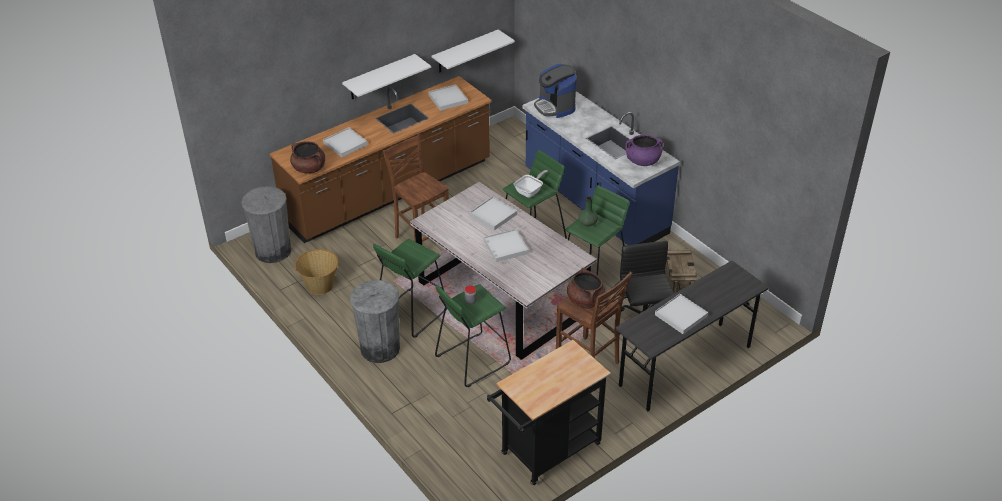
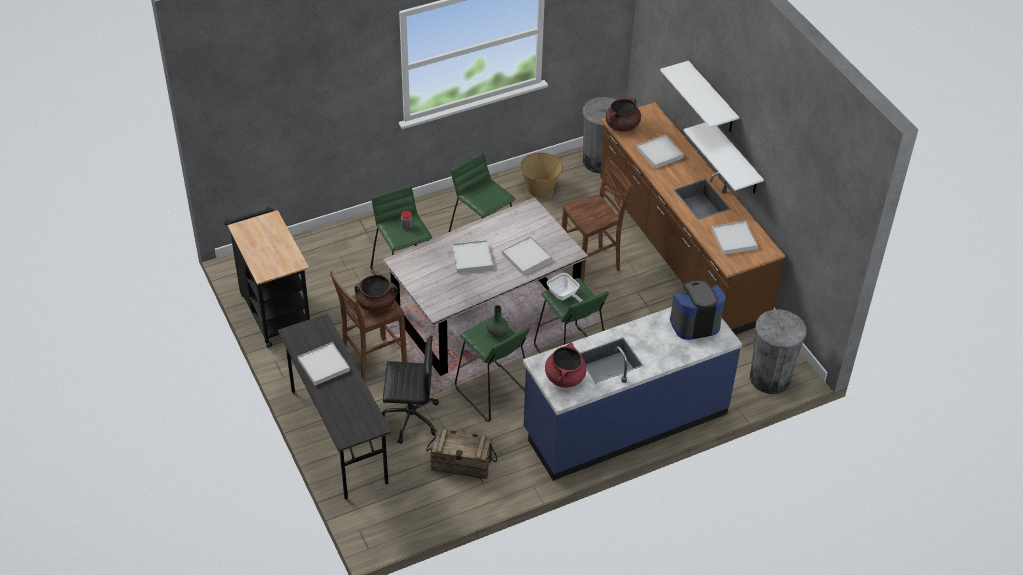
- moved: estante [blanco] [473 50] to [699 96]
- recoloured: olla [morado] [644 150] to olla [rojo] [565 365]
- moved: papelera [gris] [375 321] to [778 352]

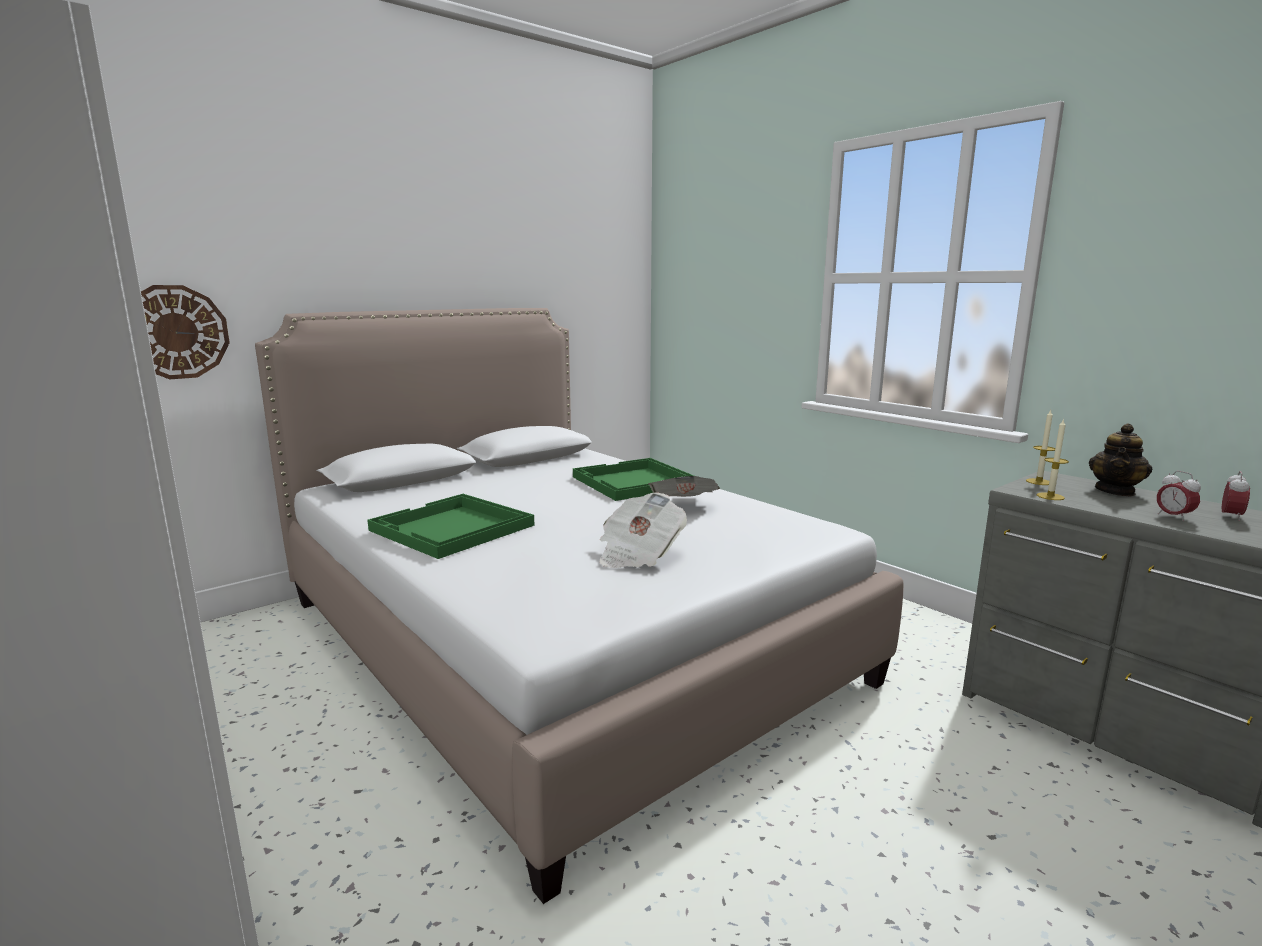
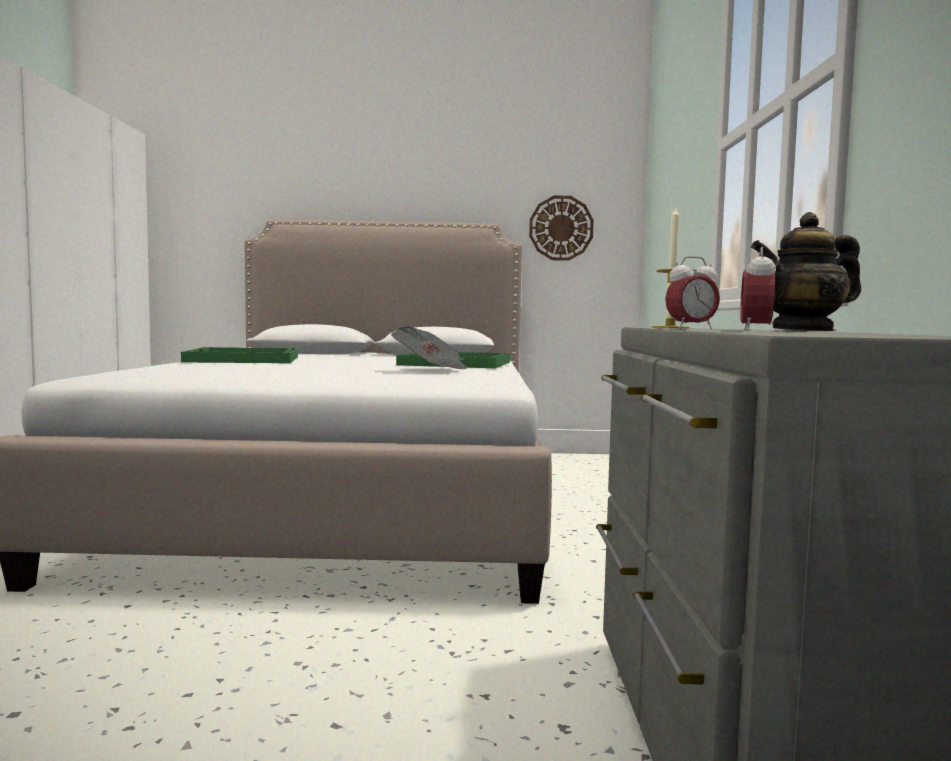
- moved: reloj de pared [185 332] to [561 228]
- removed: vela [1040 447]
- moved: despertador [1236 496] to [692 292]
- removed: periódico [643 530]

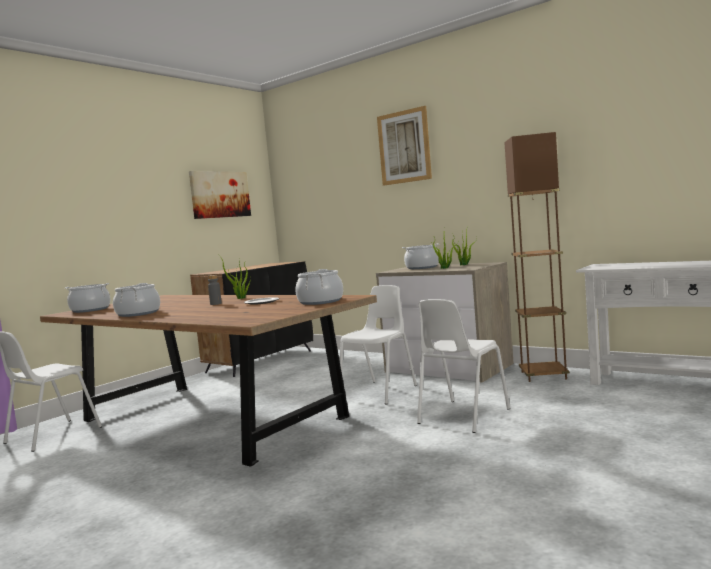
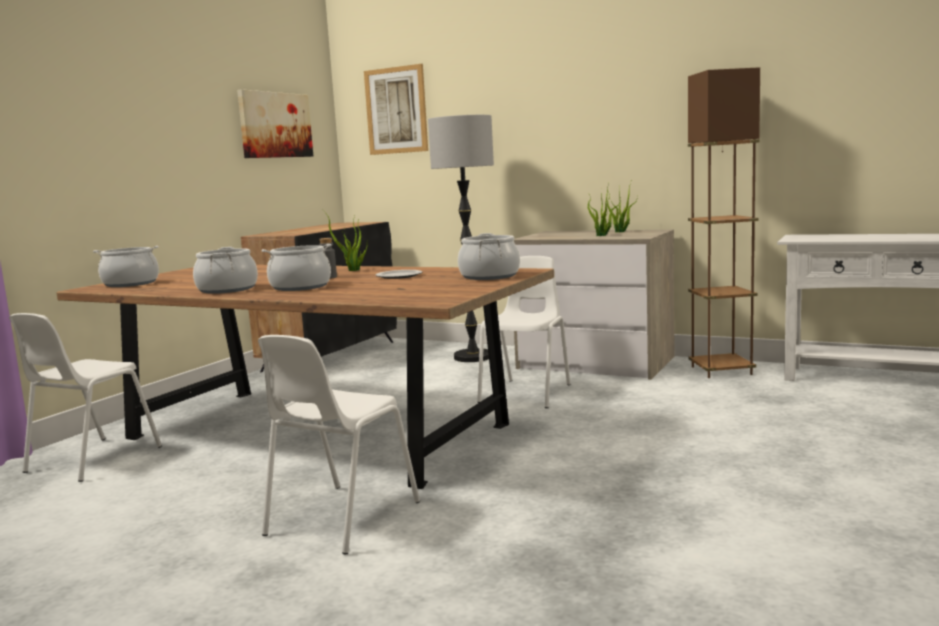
- moved: cuadro [404 146] to [396 109]
- moved: olla [420 256] to [296 267]
- moved: silla [blanco] [463 366] to [339 444]
- added: lámpara de pie [461 238]

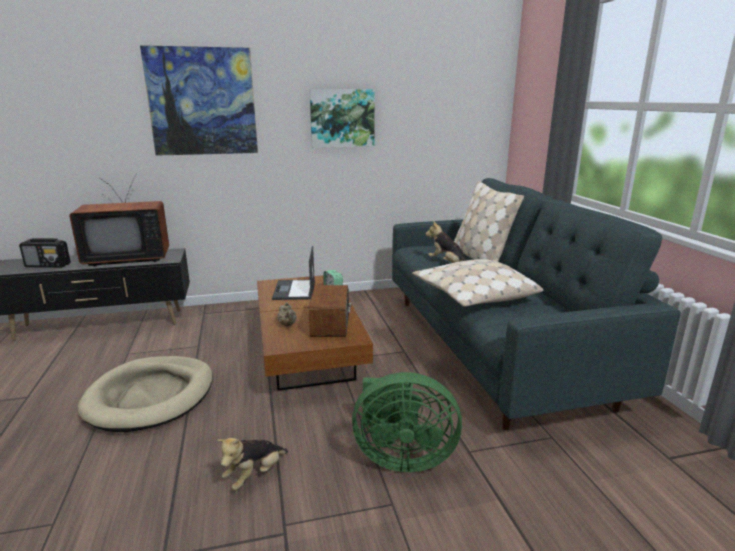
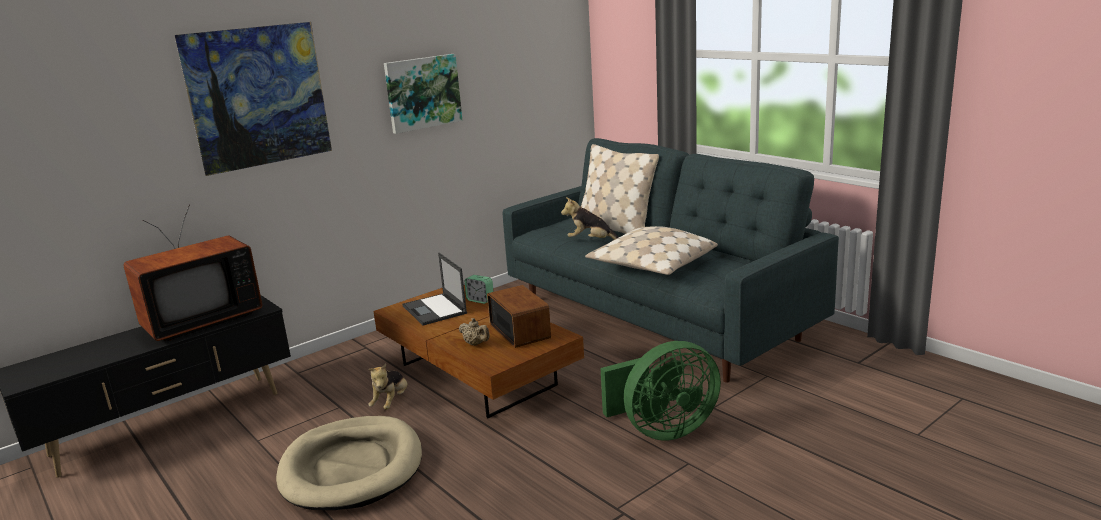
- removed: radio [45 253]
- moved: peluche [252 464] to [388 386]

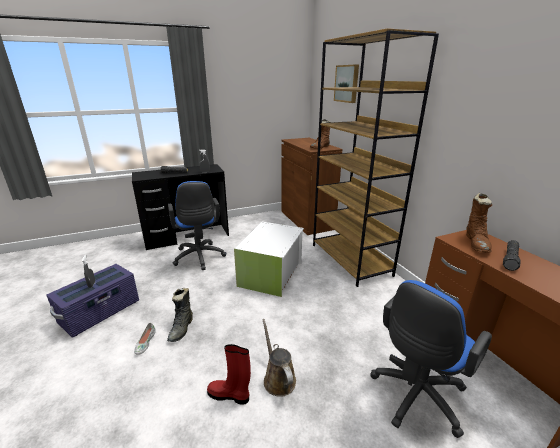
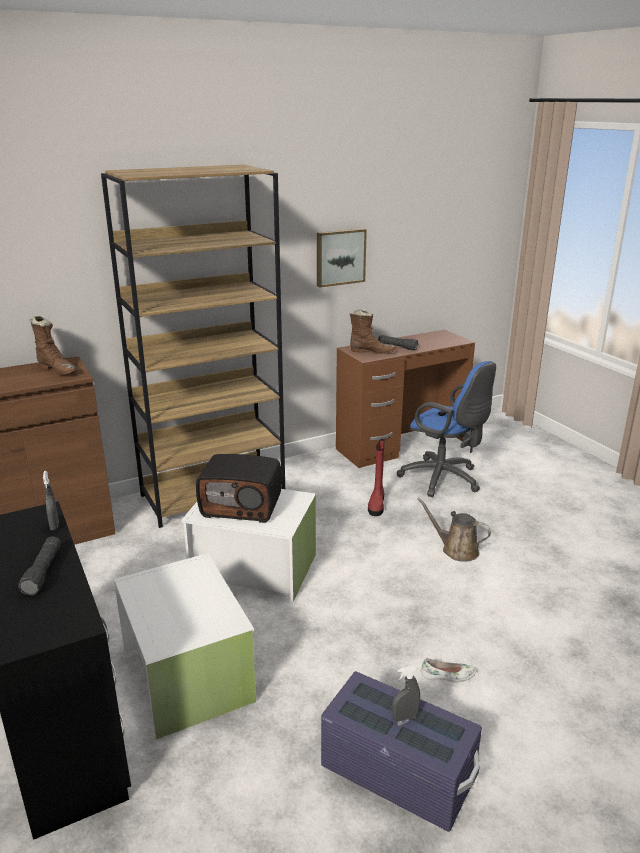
- moved: cuadro [346 83] to [342 257]
- replaced: silla de oficina [azul] [197 225] to caja de almacenaje [blanco] [185 646]
- removed: bota [negro] [180 315]
- turned: regadera [marrón] [279 358] = [454 530] 60 degrees clockwise
- moved: bota [rojo] [229 374] to [376 478]
- added: radio [239 488]

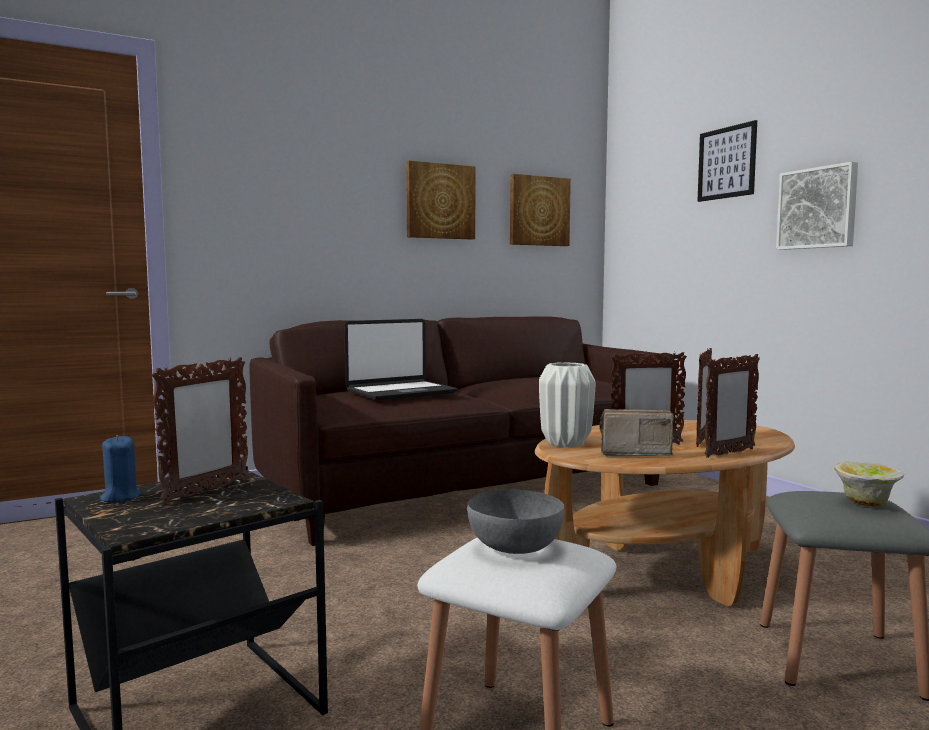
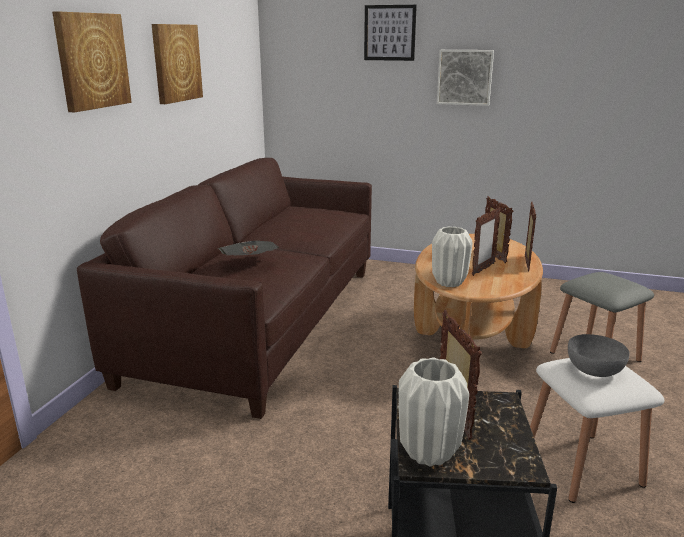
- moved: cuadro [540 210] to [92 62]
- replaced: portátil [401 360] to periódico [248 248]
- removed: radio [636 432]
- replaced: vela [azul] [120 468] to florero [blanco] [434 411]
- removed: cuenco [869 483]

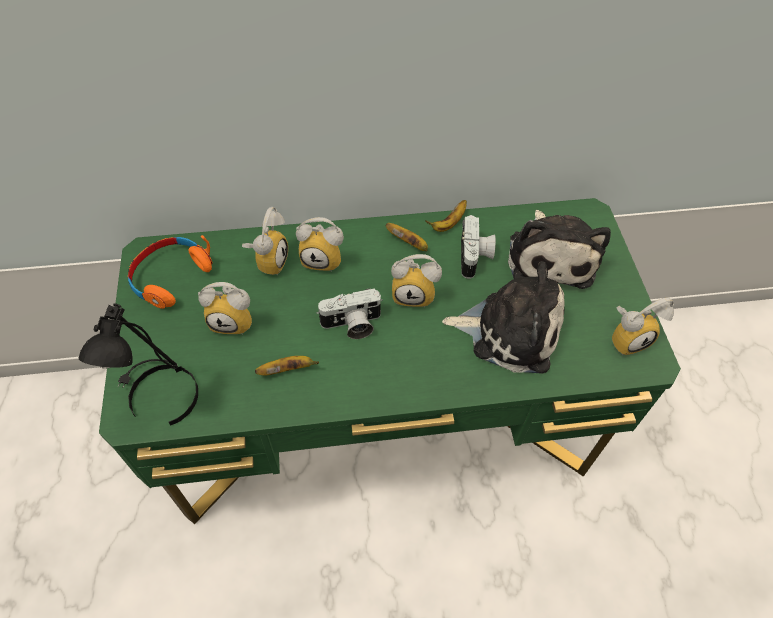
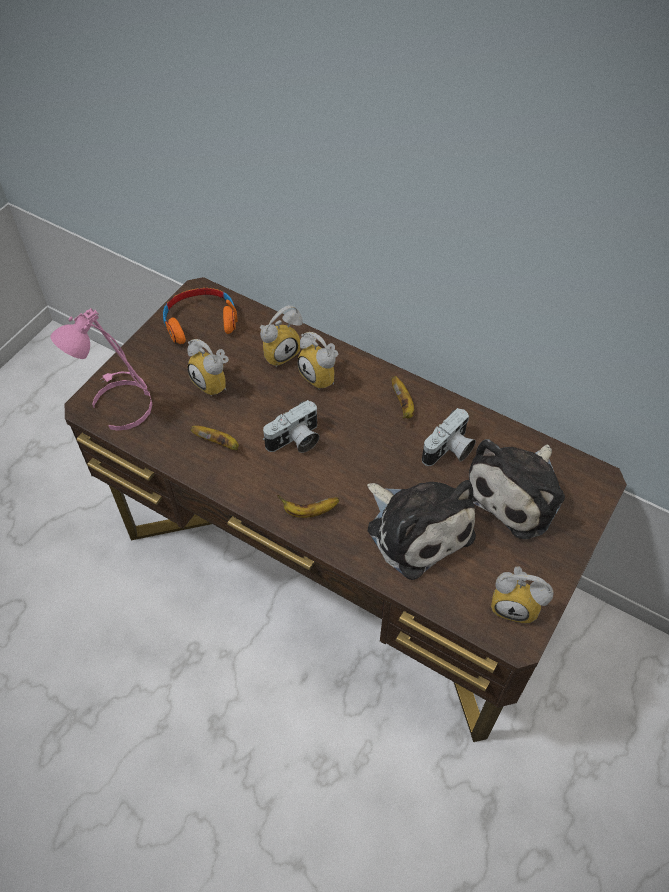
- recoloured: escritorio [verde] [390 361] to escritorio [marrón] [346 509]
- moved: plátano [446 216] to [308 506]
- removed: despertador [416 281]
- turned: cámara [350 313] = [291 426] 60 degrees counterclockwise
- recoloured: lámpara de mesa [negro] [138 365] to lámpara de mesa [rosa] [101 369]

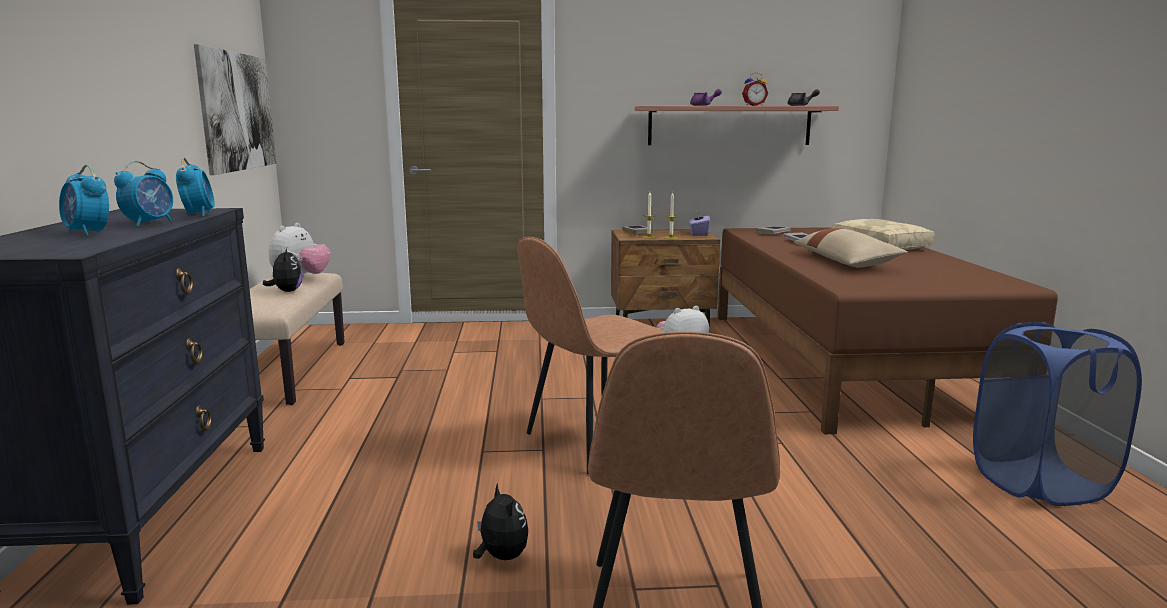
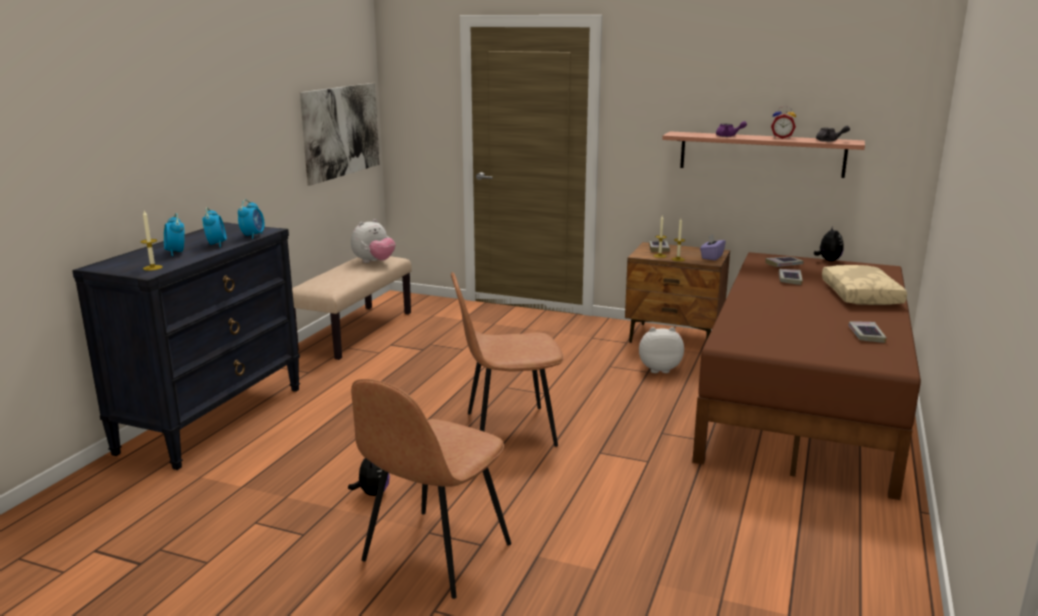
- turned: despertador [143 194] = [214 227] 60 degrees counterclockwise
- removed: cojín [beis] [851 248]
- moved: peluche [283 270] to [829 243]
- removed: cesto de la ropa [azul] [1057 414]
- added: vela [151 241]
- added: libro [867 332]

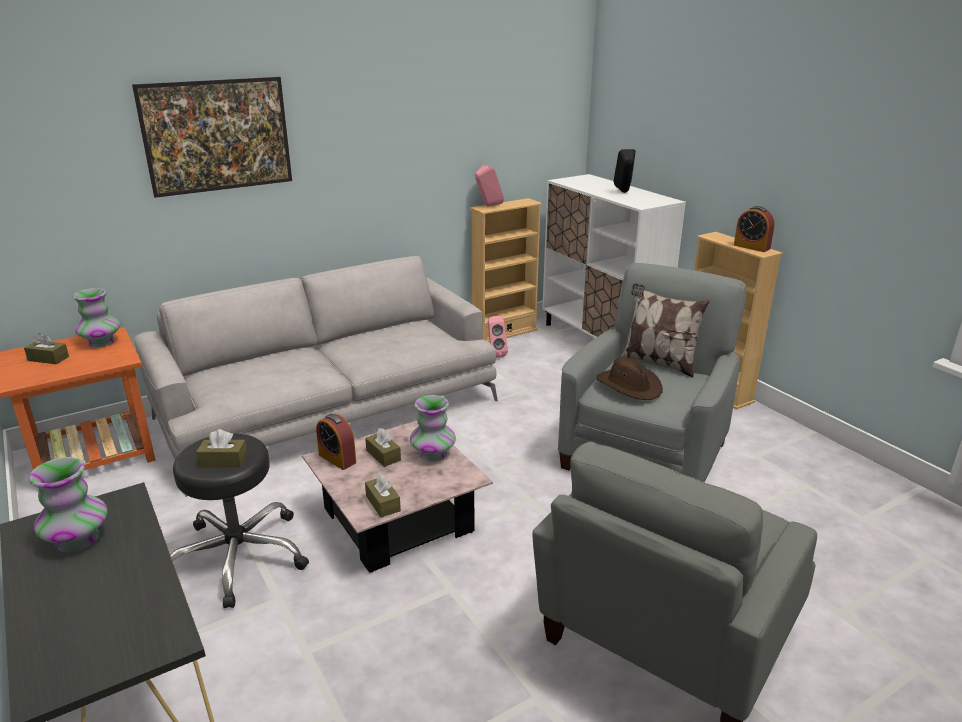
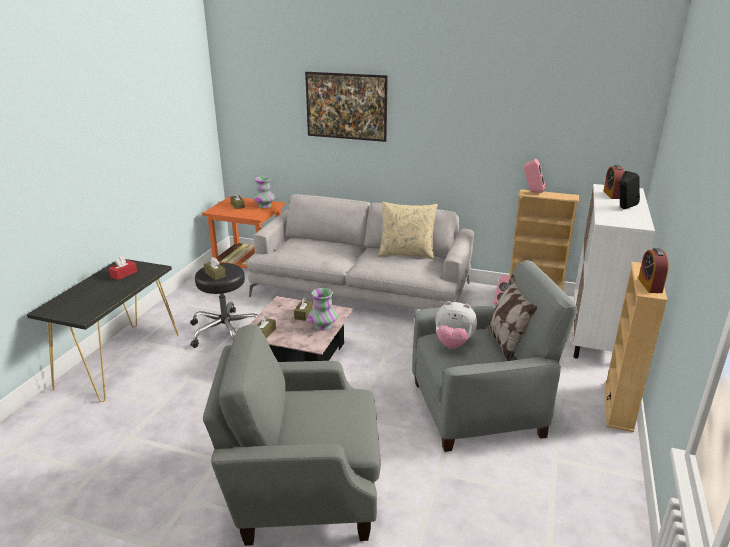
- replaced: sombrero [marrón] [629 378] to peluche [456 324]
- moved: despertador [336 442] to [614 182]
- replaced: florero [68 504] to caja de pañuelos [rojo] [122 268]
- added: cojín [beis] [408 230]

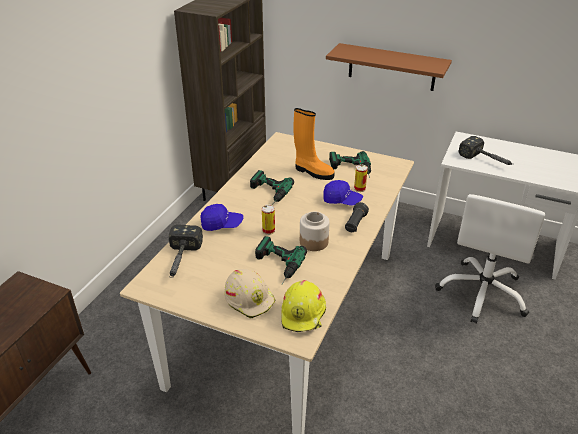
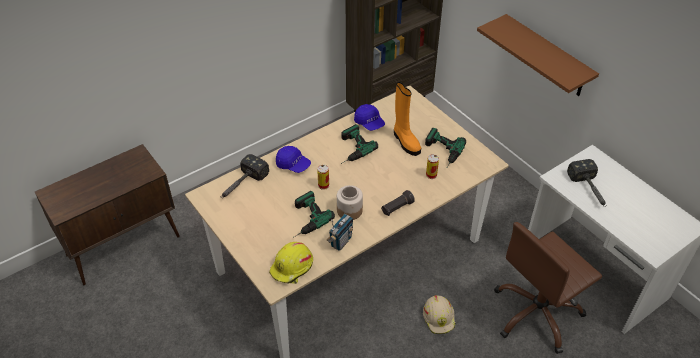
- moved: gorra [azul] [343 193] to [369 117]
- recoloured: silla de oficina [blanco] [490 259] to silla de oficina [marrón] [548 288]
- moved: casco [beis] [249 293] to [439 314]
- added: radio [340 232]

